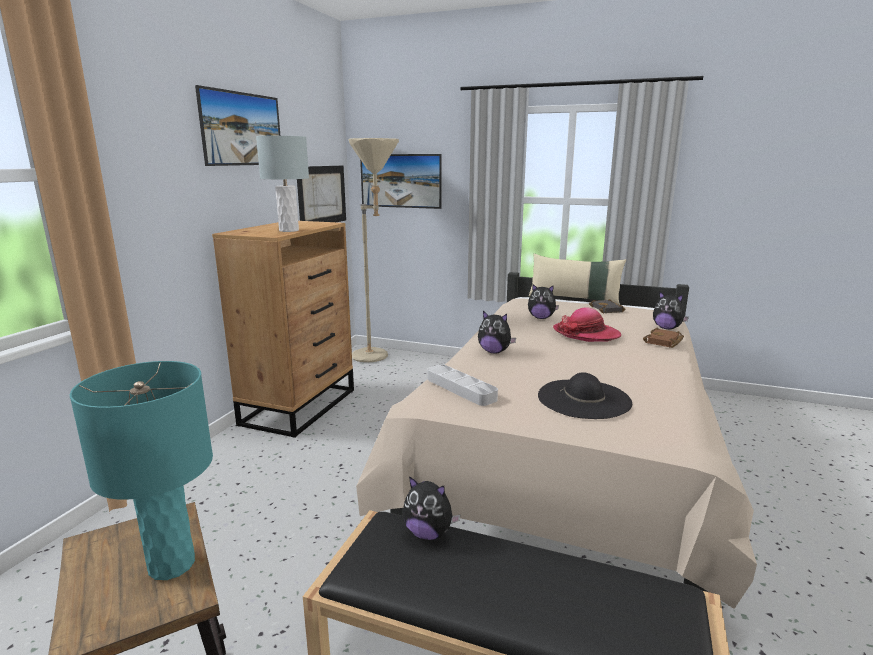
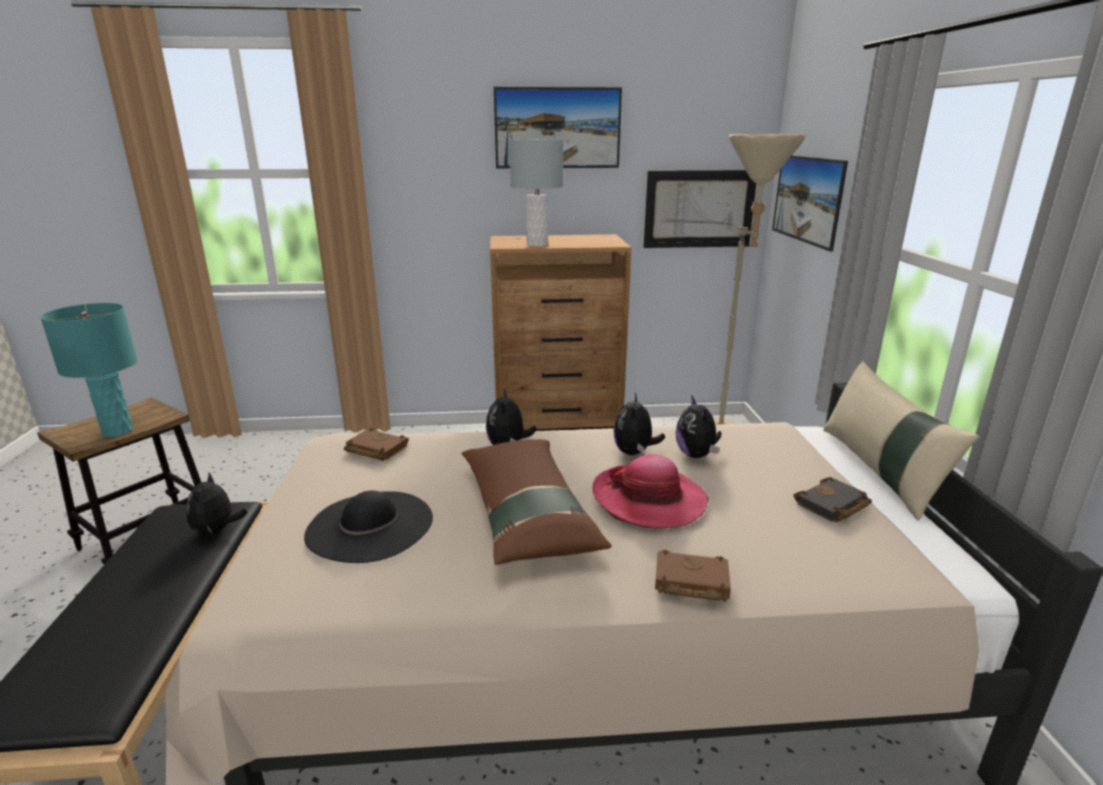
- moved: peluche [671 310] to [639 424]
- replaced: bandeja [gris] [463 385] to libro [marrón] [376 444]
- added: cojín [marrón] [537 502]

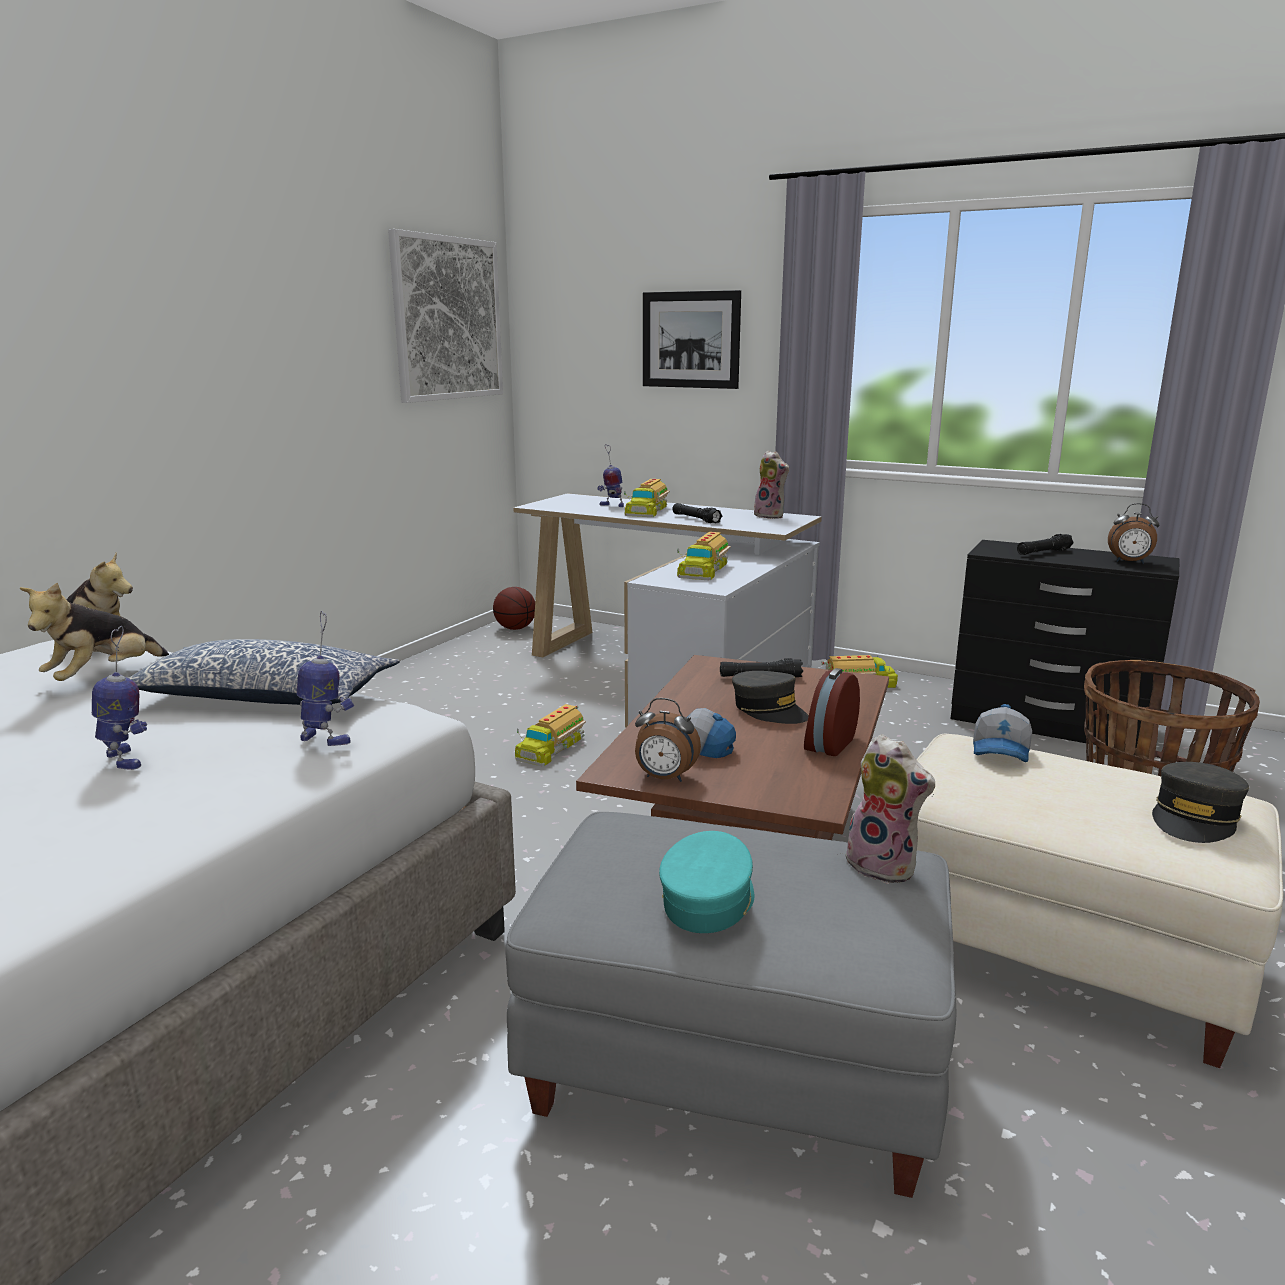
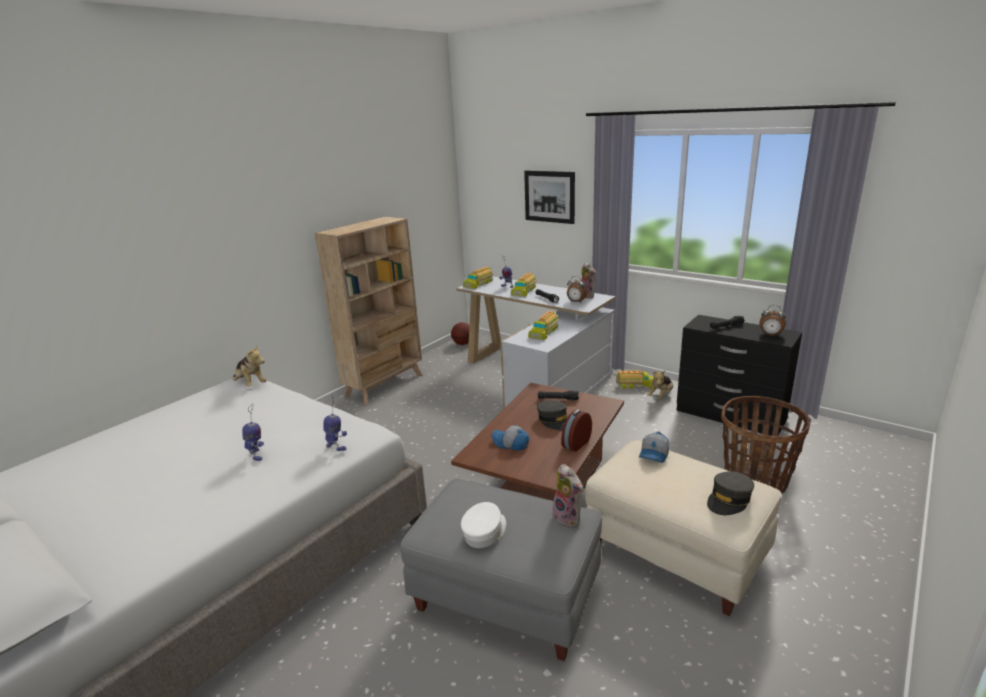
- removed: cuadro [445 316]
- moved: peluche [94 632] to [660 385]
- removed: cojín [264 672]
- moved: despertador [668 740] to [577 289]
- moved: camión de juguete [550 735] to [478 278]
- recoloured: gorra [turquesa] [706 882] to gorra [blanco] [483 525]
- added: estantería [beis] [368 311]

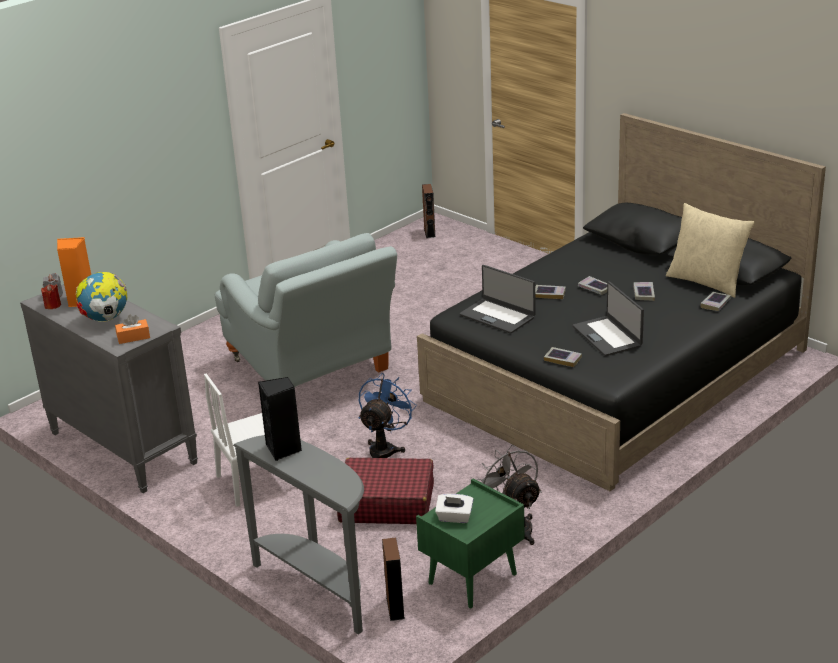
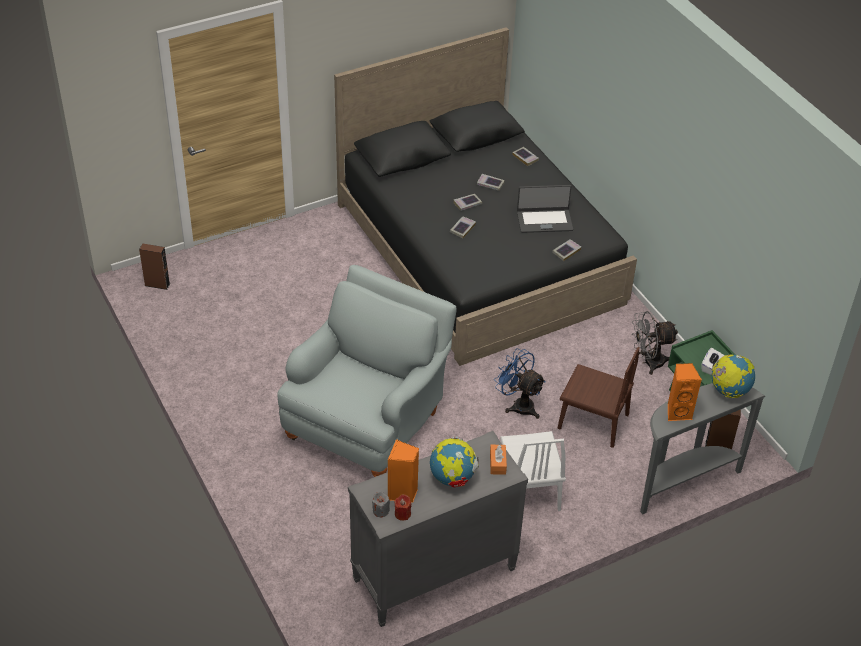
- removed: cojín [beis] [710 250]
- turned: sillón [gris] [306 310] = [367 371] 45 degrees counterclockwise
- removed: portátil [498 299]
- recoloured: altavoz [negro] [280 419] to altavoz [naranja] [685 392]
- replaced: maleta [rojo] [385 491] to silla [marrón] [599 397]
- added: globo terráqueo [733 376]

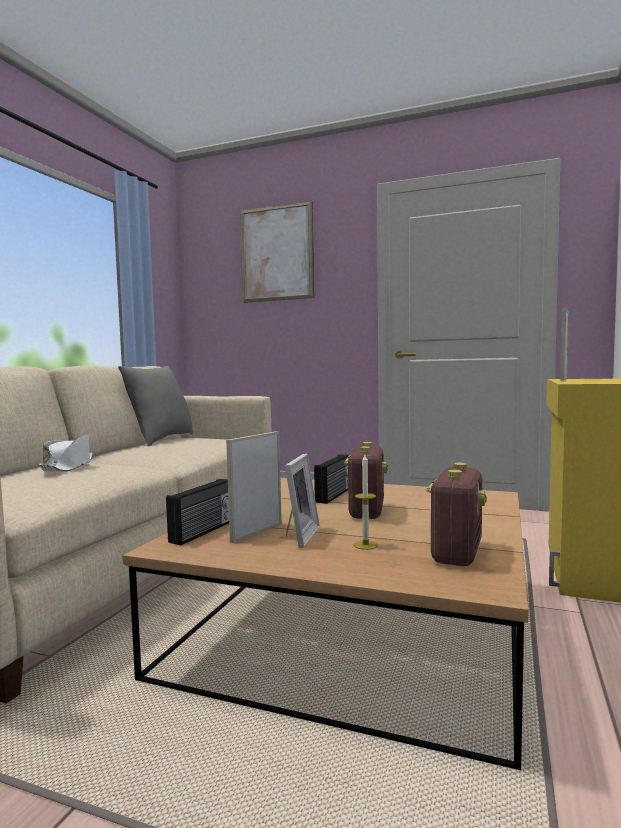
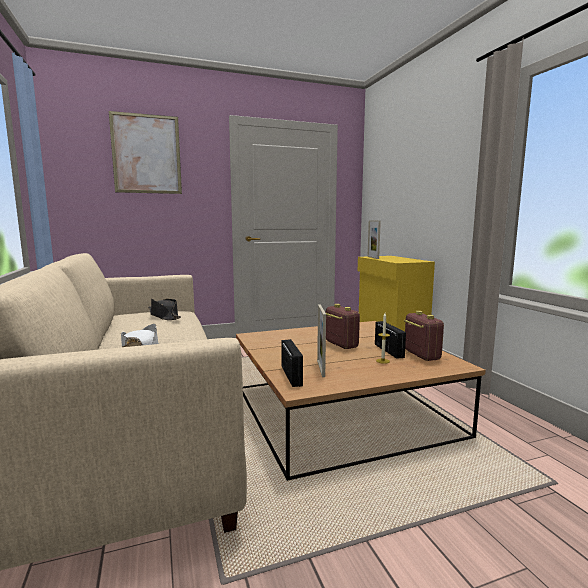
- removed: cojín [gris] [155 406]
- removed: portarretratos [302 500]
- moved: radio [331 479] to [390 340]
- added: sombrero [negro] [164 309]

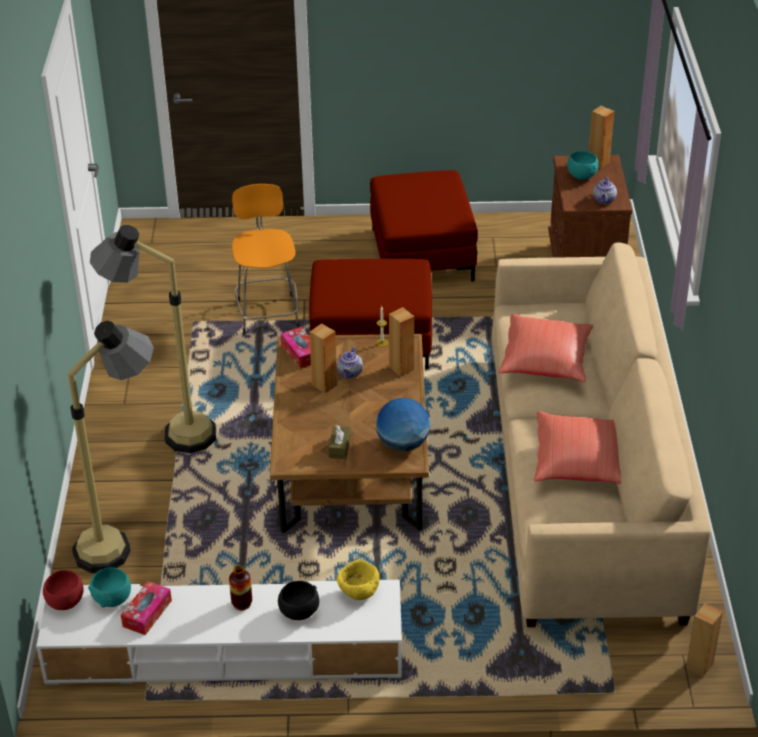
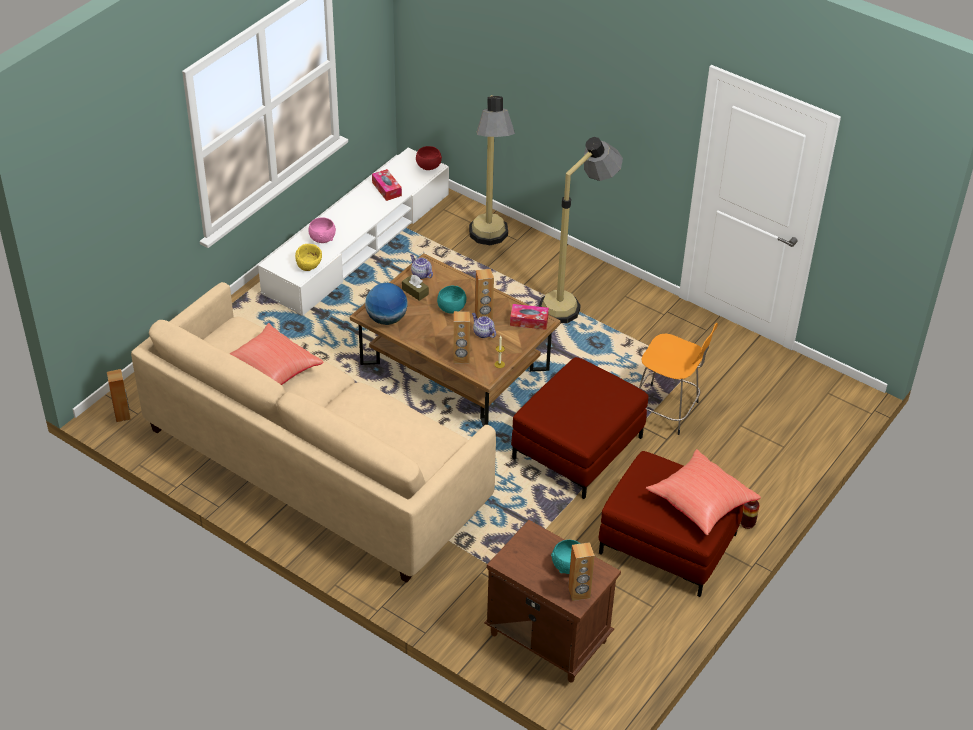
- moved: tetera [605 190] to [421 266]
- moved: cojín [rojo] [545 348] to [703 492]
- moved: florero [240 588] to [750 514]
- moved: cuenco [turquesa] [109 587] to [451 300]
- recoloured: cuenco [negro] [298 600] to cuenco [rosa] [322 230]

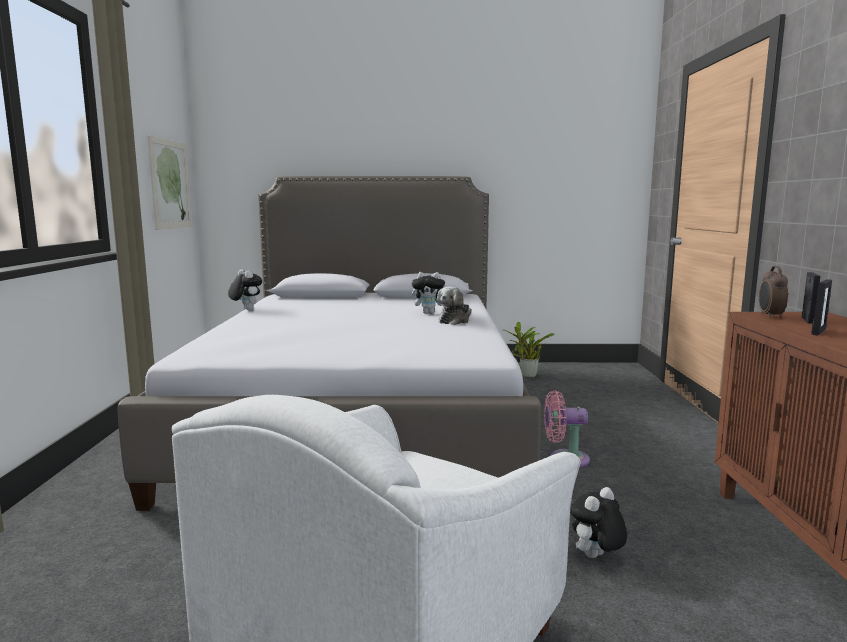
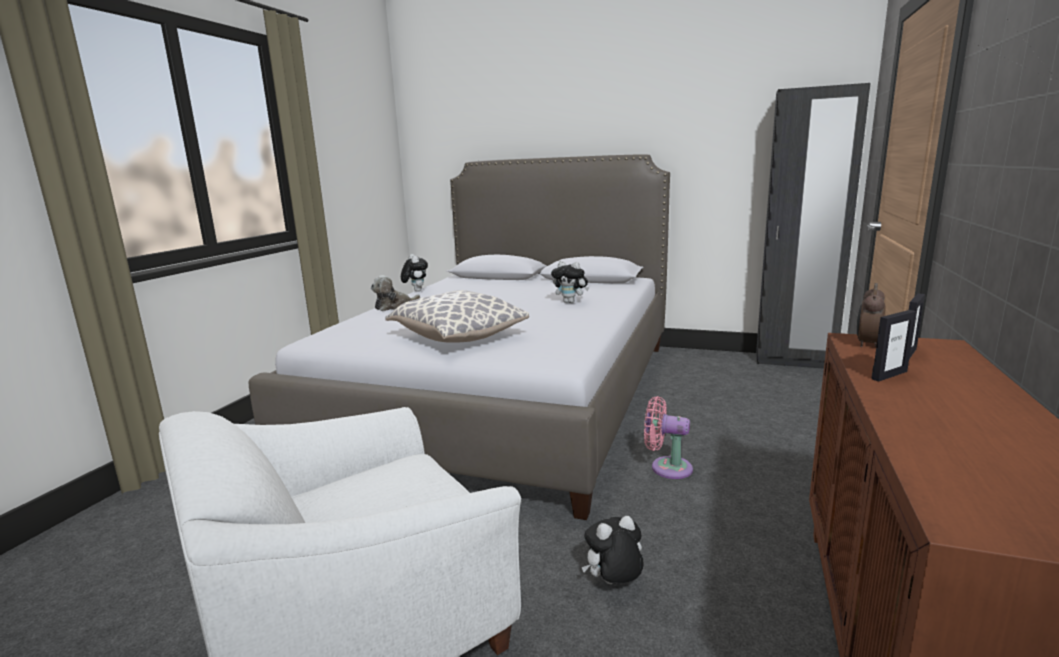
- removed: cuadro [169 182]
- moved: peluche [454 305] to [395 293]
- removed: planta en maceta [529 350]
- added: armario ropero [negro] [813 226]
- added: cojín [457 316]

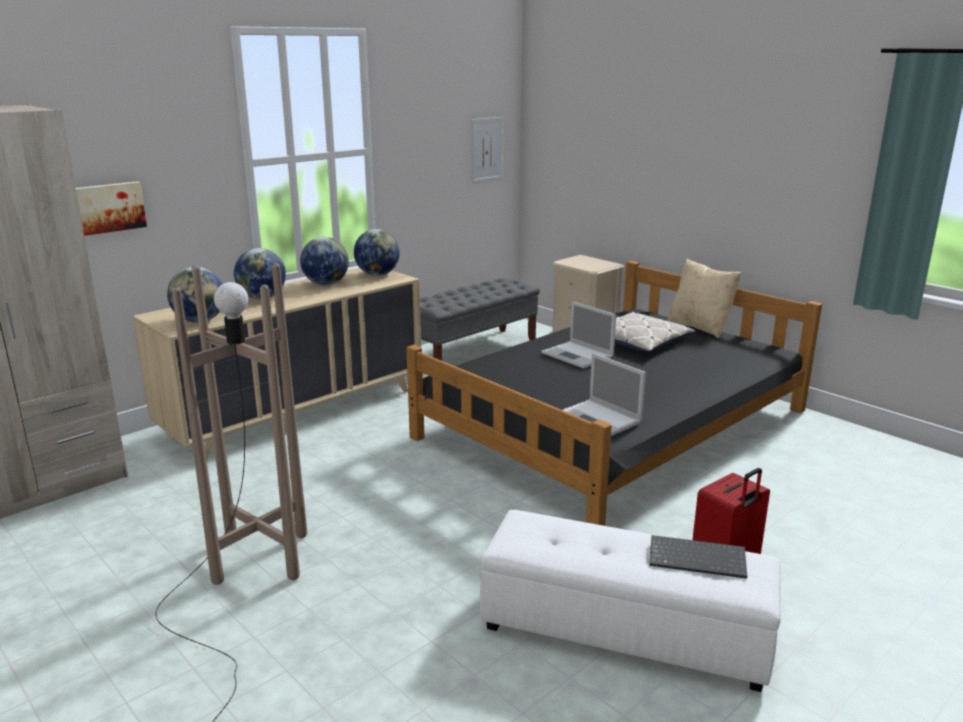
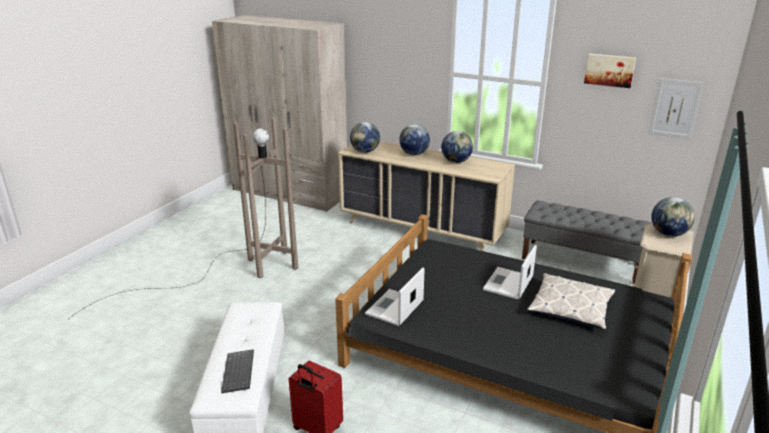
- moved: cuadro [111 208] to [610 71]
- moved: globo terráqueo [377 252] to [673 217]
- removed: cojín [beis] [704 298]

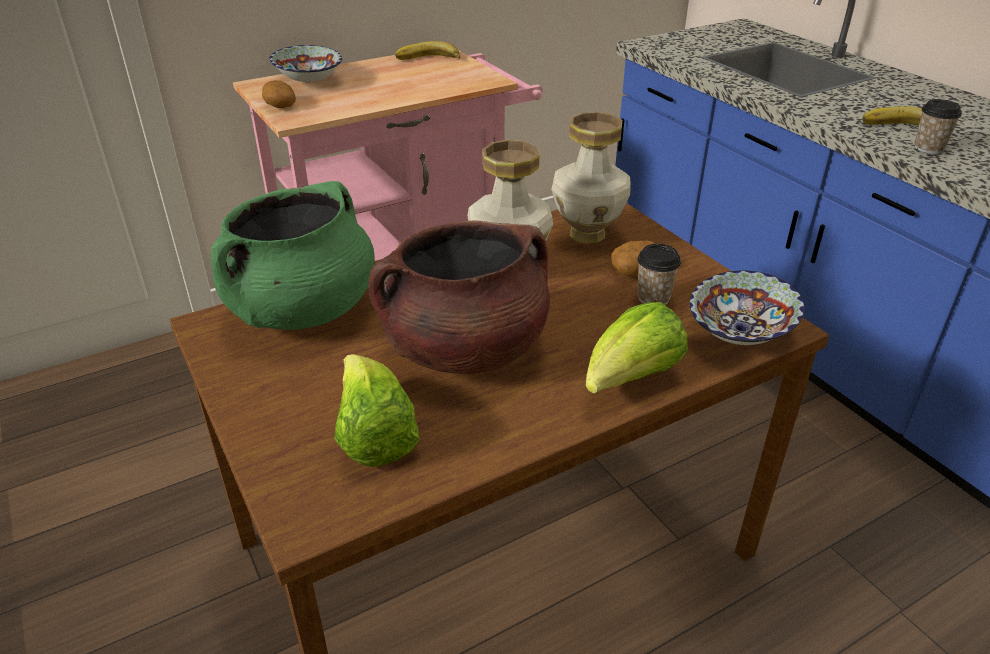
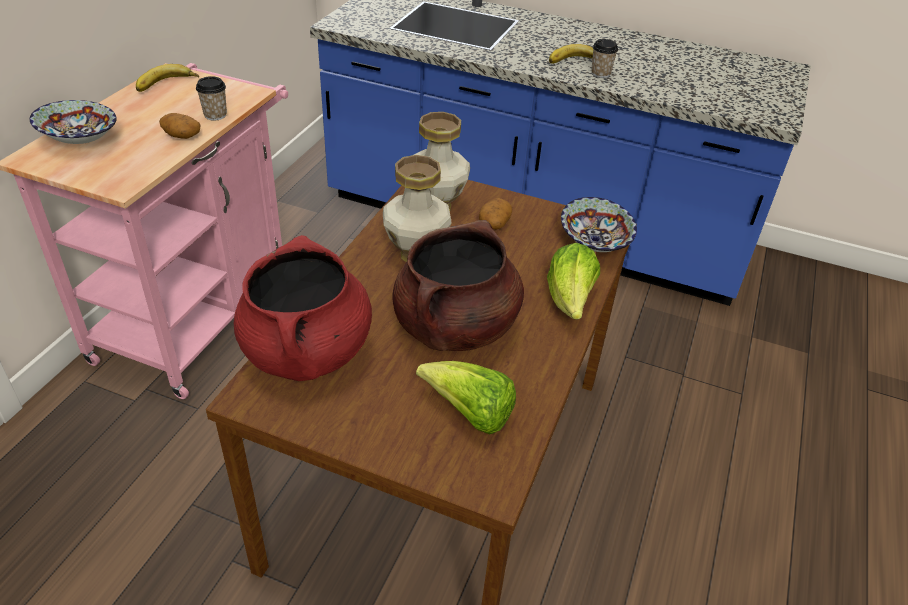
- moved: patata [279 94] to [179 126]
- recoloured: olla [verde] [293 255] to olla [rojo] [303 308]
- moved: taza [659 274] to [211 98]

